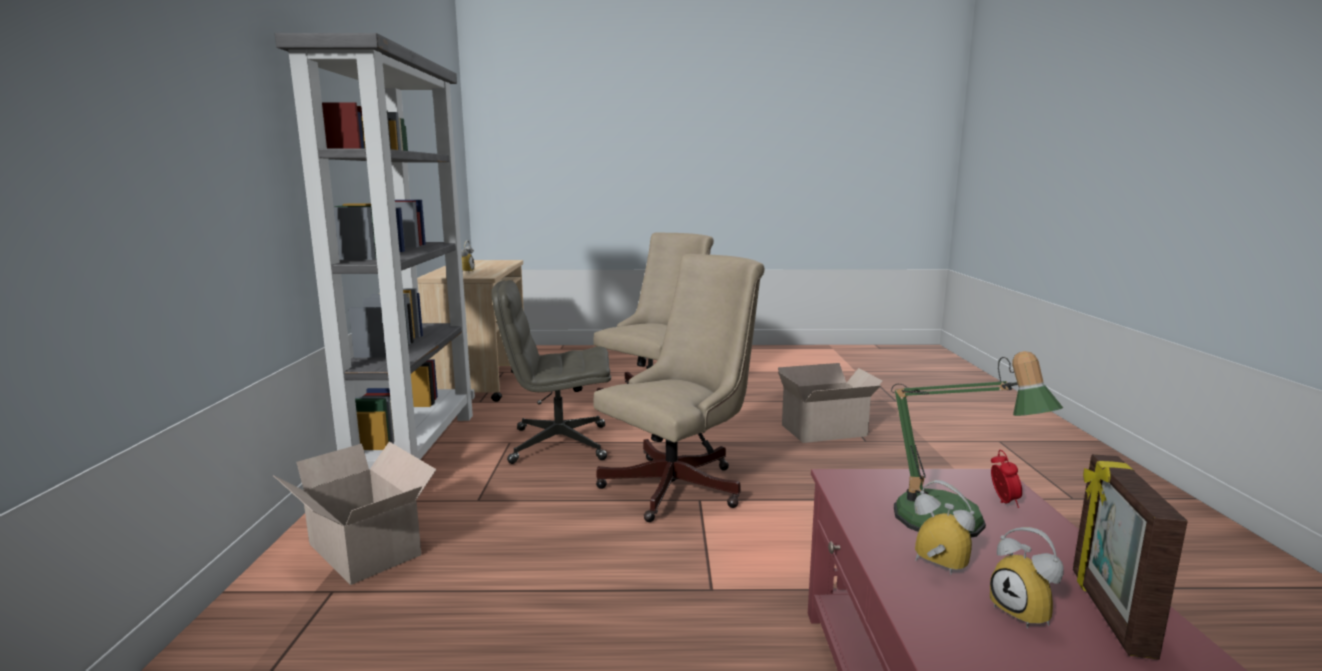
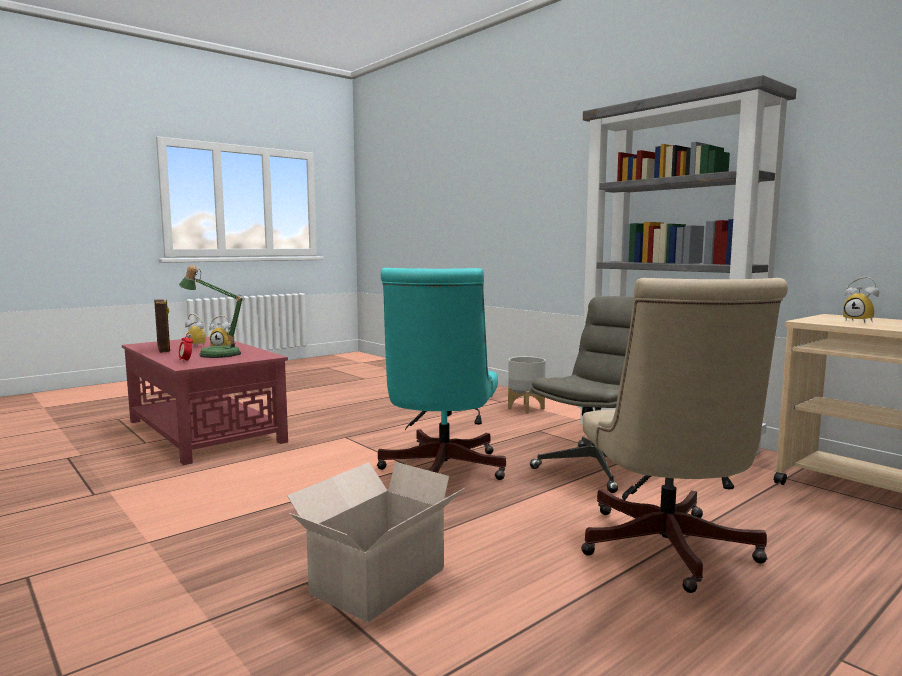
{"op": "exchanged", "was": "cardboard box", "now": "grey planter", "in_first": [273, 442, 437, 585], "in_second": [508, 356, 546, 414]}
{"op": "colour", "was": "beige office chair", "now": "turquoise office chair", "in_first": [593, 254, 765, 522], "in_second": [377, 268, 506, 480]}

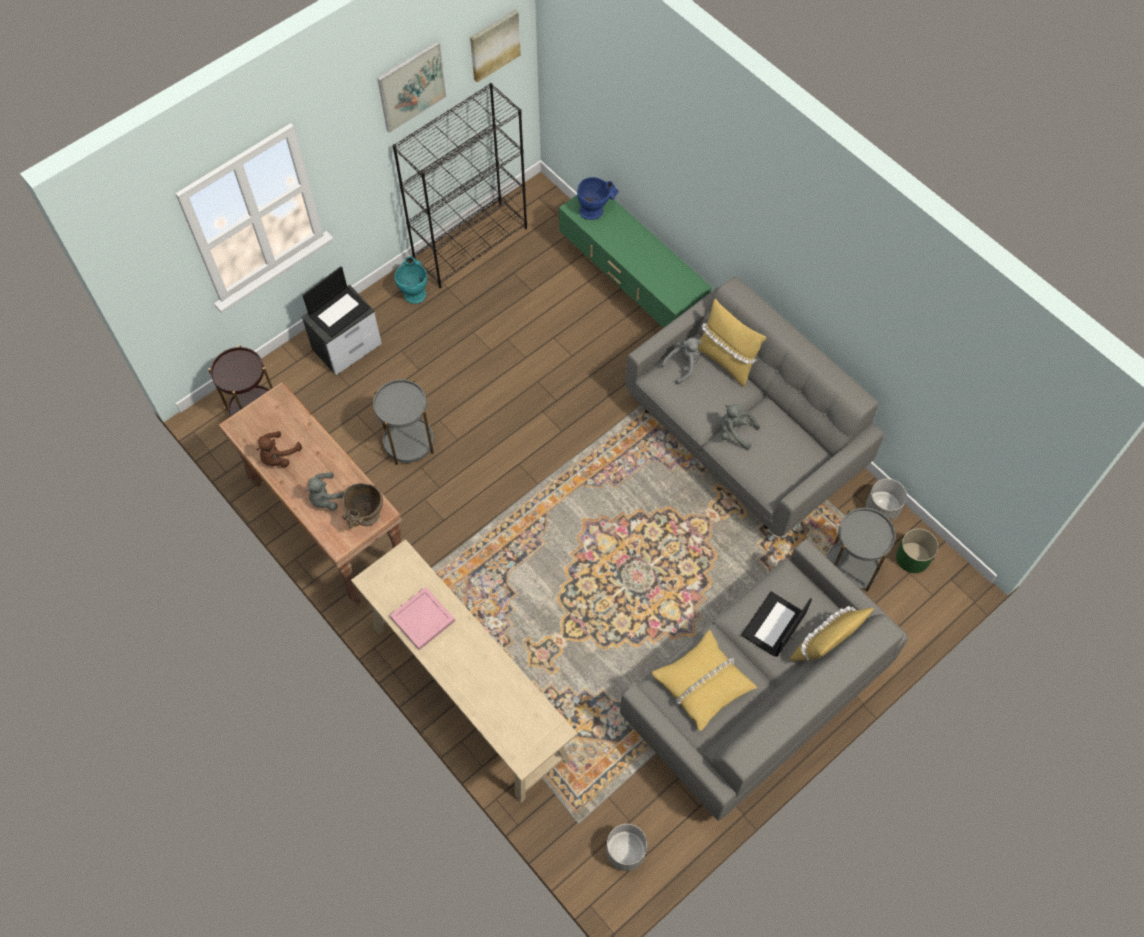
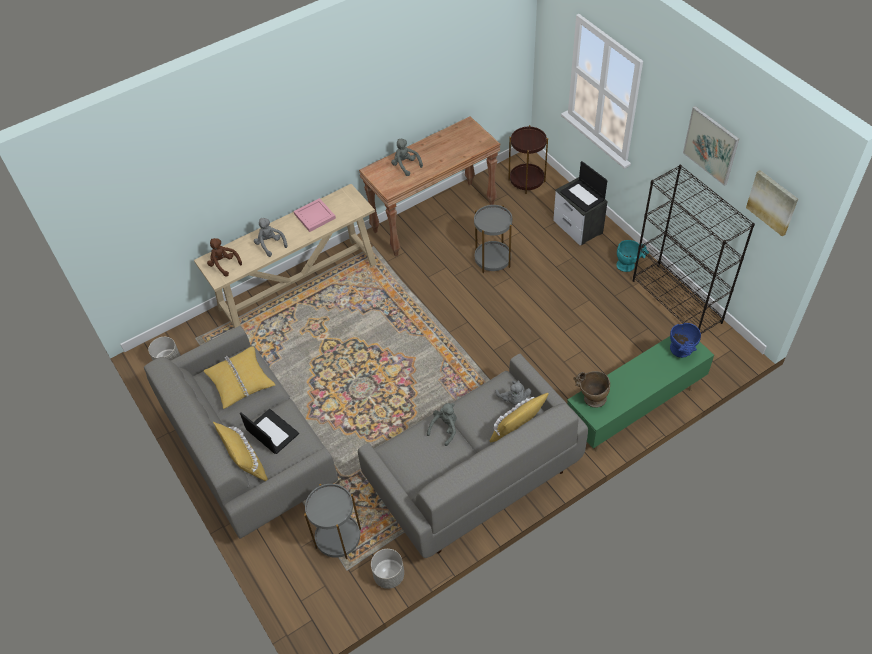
{"op": "relocated", "was": "brown plush toy", "in_first": [257, 431, 302, 467], "in_second": [207, 238, 242, 277]}
{"op": "relocated", "was": "beige vase", "in_first": [342, 483, 383, 529], "in_second": [573, 371, 610, 408]}
{"op": "missing", "was": "green planter", "in_first": [896, 528, 939, 573]}
{"op": "appeared", "now": "grey plush toy", "in_second": [254, 218, 287, 257]}

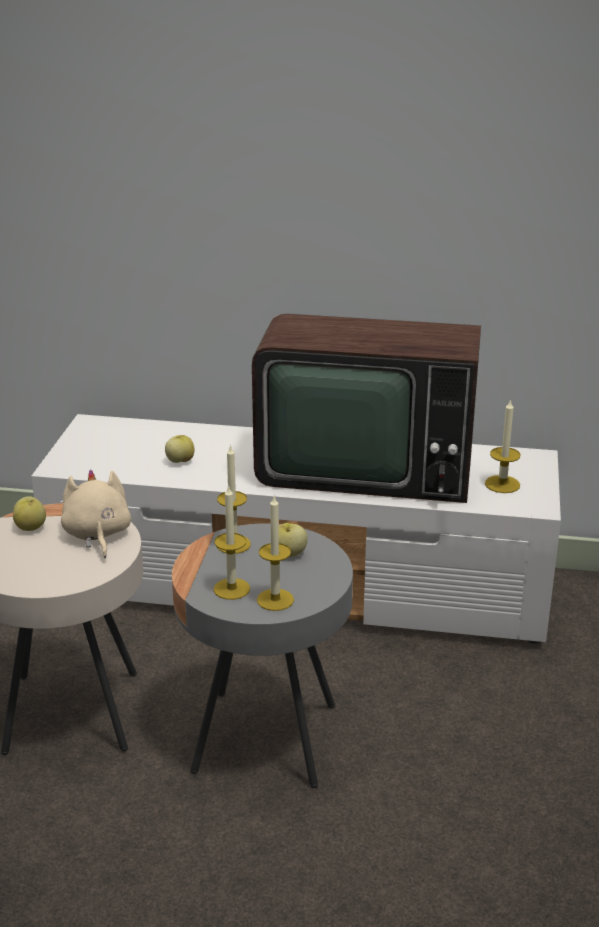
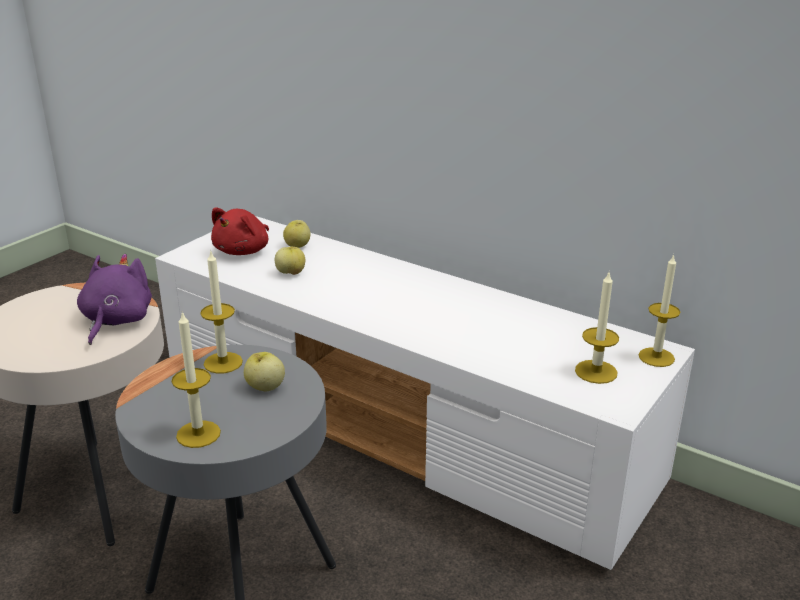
{"op": "relocated", "was": "apple", "in_first": [13, 496, 46, 531], "in_second": [283, 220, 311, 248]}
{"op": "colour", "was": "beige plush toy", "now": "purple plush toy", "in_first": [61, 470, 131, 558], "in_second": [77, 254, 152, 345]}
{"op": "relocated", "was": "candle", "in_first": [213, 485, 250, 600], "in_second": [638, 254, 680, 367]}
{"op": "missing", "was": "television", "in_first": [252, 314, 481, 503]}
{"op": "appeared", "now": "red plush toy", "in_second": [211, 207, 269, 255]}

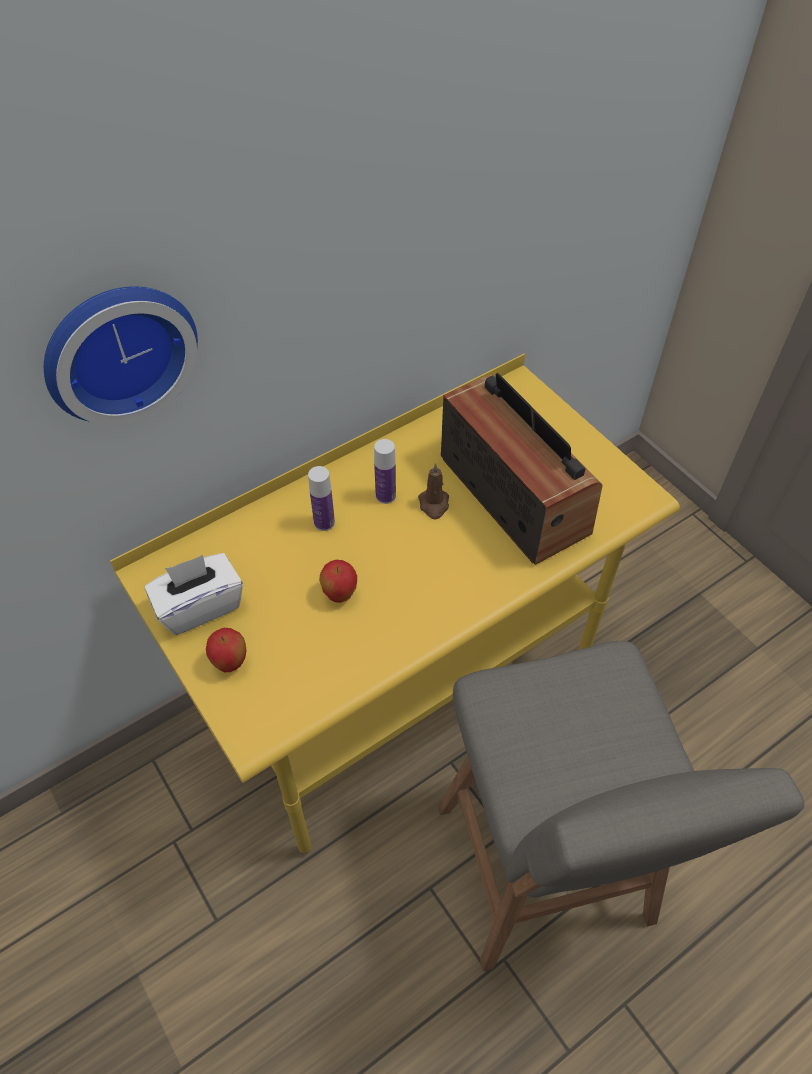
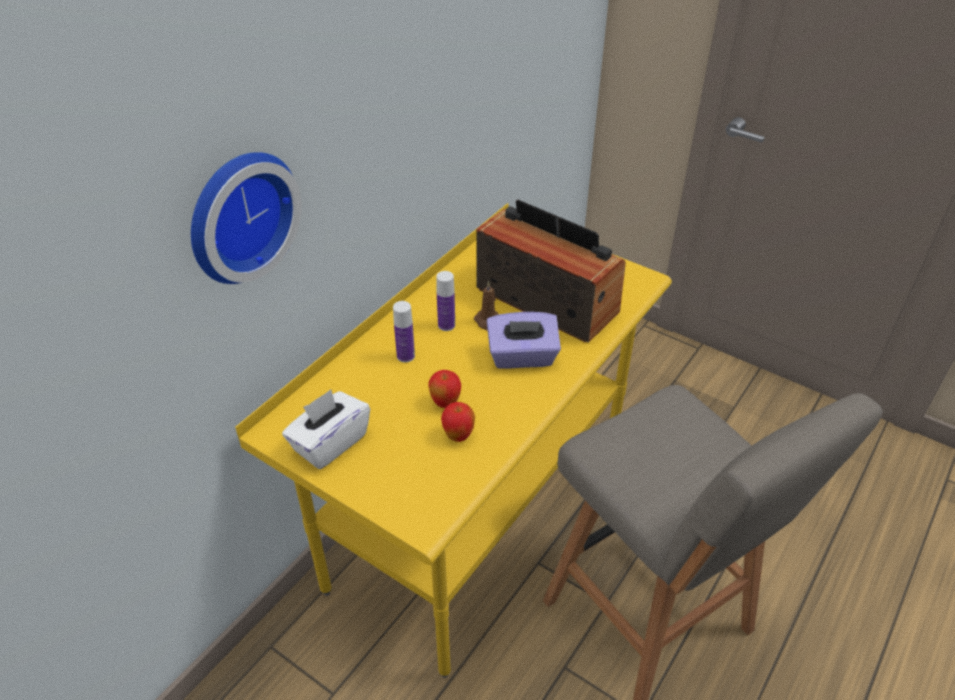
{"op": "relocated", "was": "apple", "in_first": [206, 628, 246, 672], "in_second": [441, 402, 475, 442]}
{"op": "appeared", "now": "purple tissue box", "in_second": [487, 312, 561, 369]}

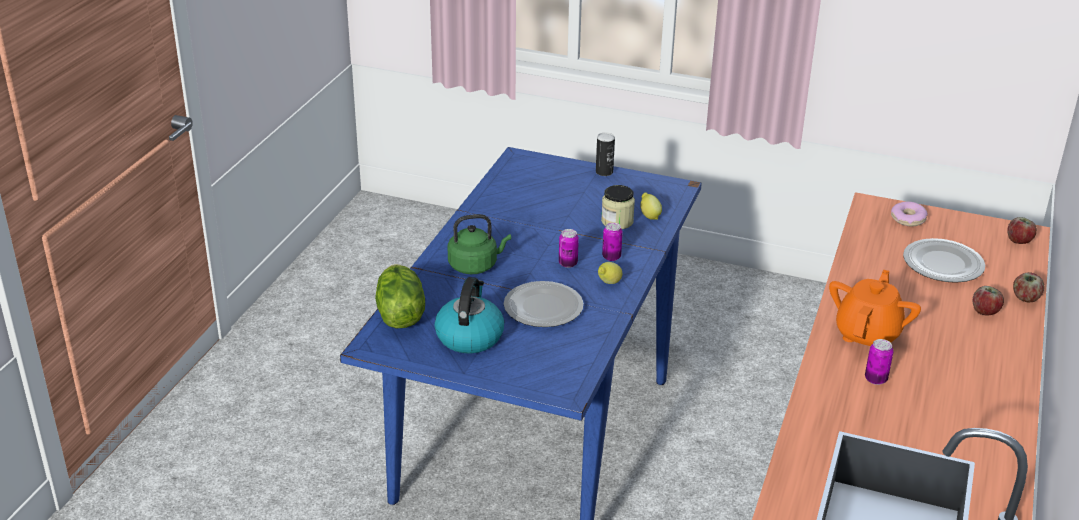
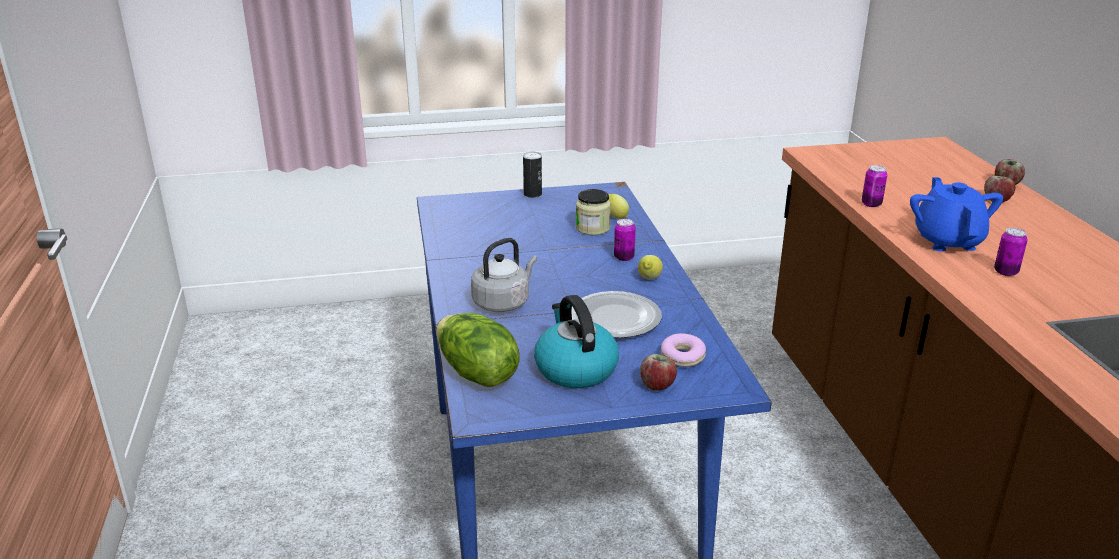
{"op": "colour", "was": "green kettle", "now": "grey kettle", "in_first": [447, 214, 511, 274], "in_second": [471, 238, 537, 312]}
{"op": "relocated", "was": "can", "in_first": [559, 229, 579, 268], "in_second": [862, 165, 887, 207]}
{"op": "colour", "was": "orange teapot", "now": "blue teapot", "in_first": [829, 270, 921, 346], "in_second": [910, 177, 1003, 251]}
{"op": "relocated", "was": "donut", "in_first": [891, 201, 928, 226], "in_second": [661, 333, 706, 367]}
{"op": "missing", "was": "plate", "in_first": [903, 238, 985, 283]}
{"op": "relocated", "was": "apple", "in_first": [1007, 217, 1037, 244], "in_second": [640, 354, 677, 390]}

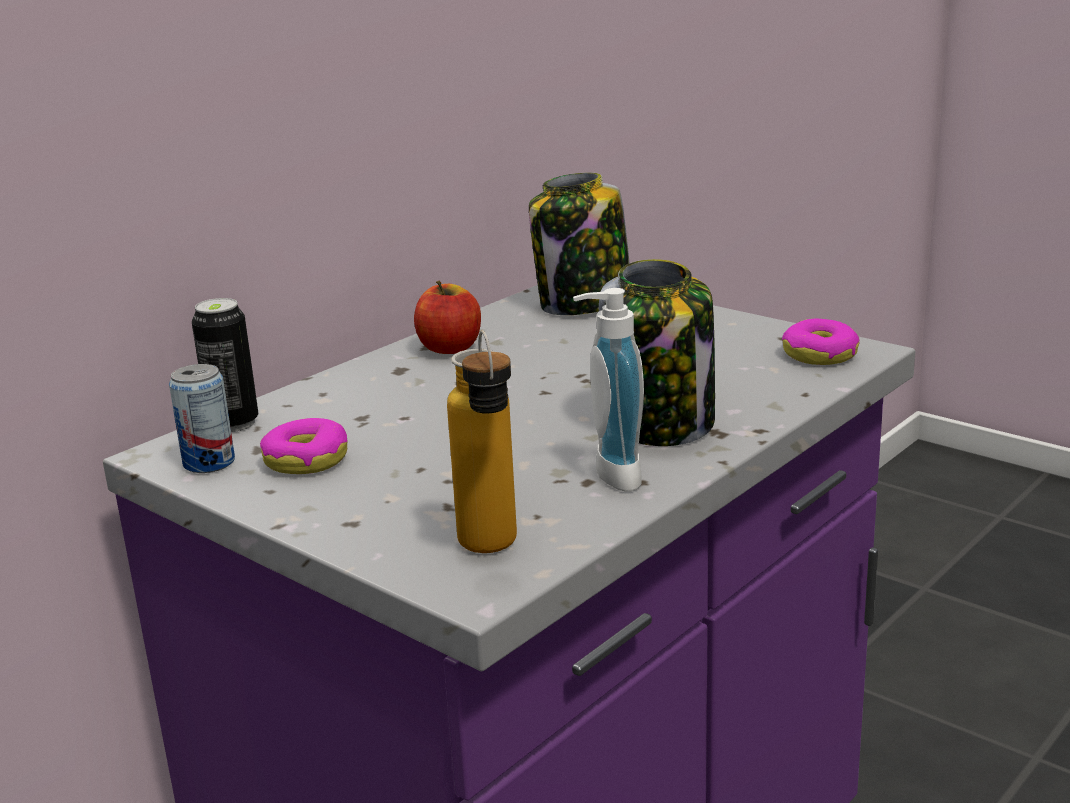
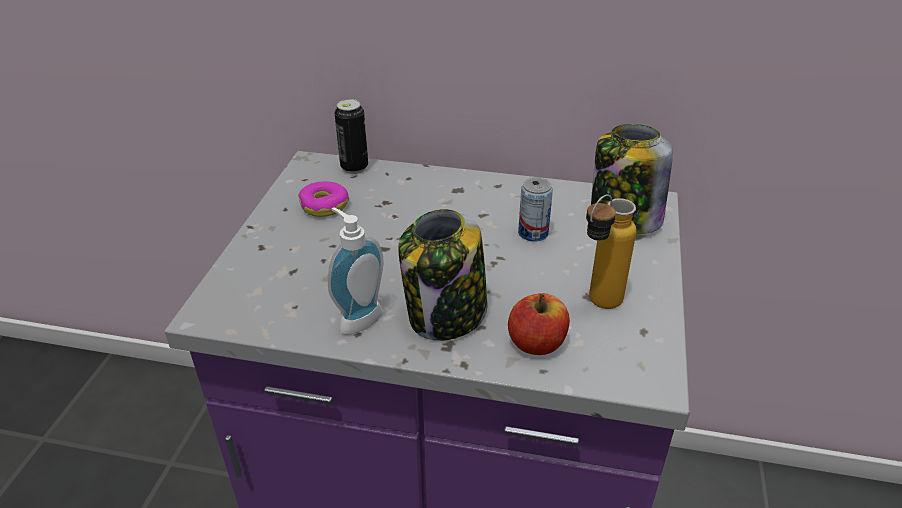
{"op": "relocated", "was": "can", "in_first": [169, 364, 235, 473], "in_second": [518, 177, 553, 242]}
{"op": "relocated", "was": "apple", "in_first": [414, 281, 481, 354], "in_second": [508, 293, 570, 355]}
{"op": "relocated", "was": "bottle", "in_first": [447, 330, 517, 553], "in_second": [586, 194, 636, 309]}
{"op": "missing", "was": "donut", "in_first": [782, 319, 860, 365]}

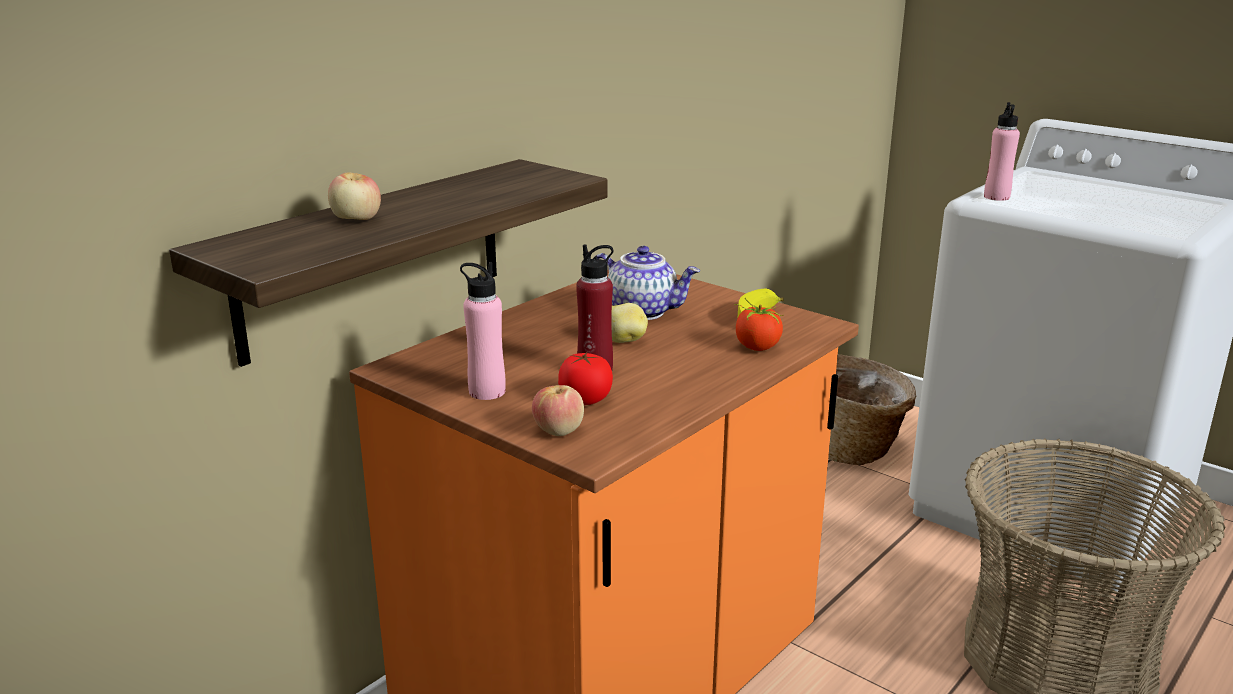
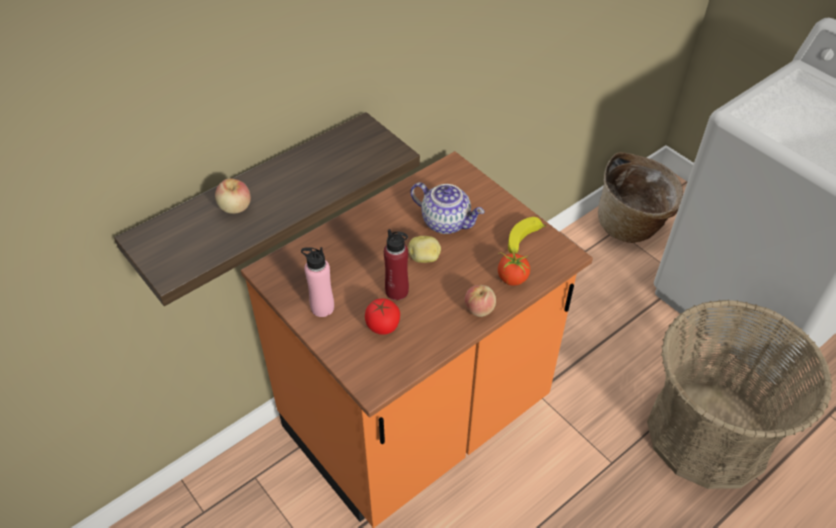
{"op": "relocated", "was": "apple", "in_first": [532, 385, 584, 436], "in_second": [465, 285, 496, 317]}
{"op": "missing", "was": "pink bottle", "in_first": [984, 102, 1020, 201]}

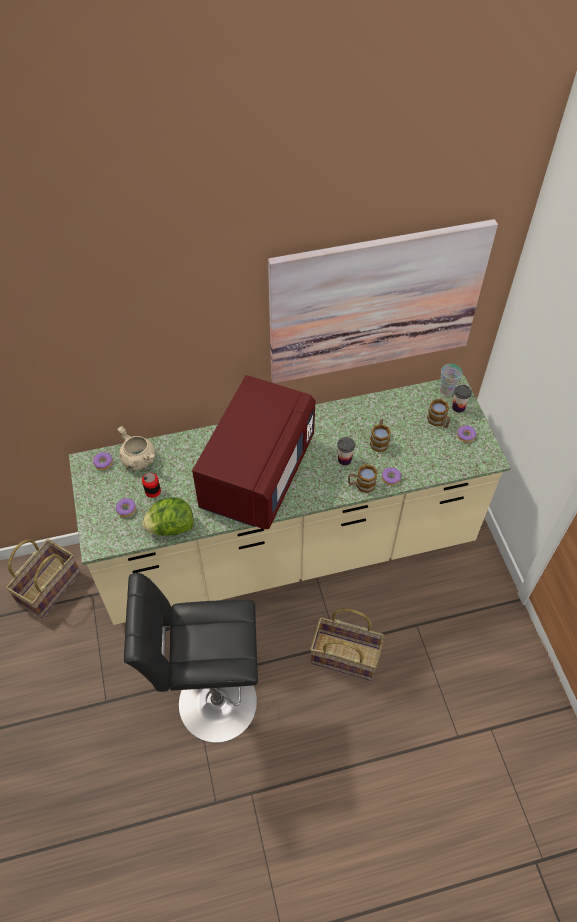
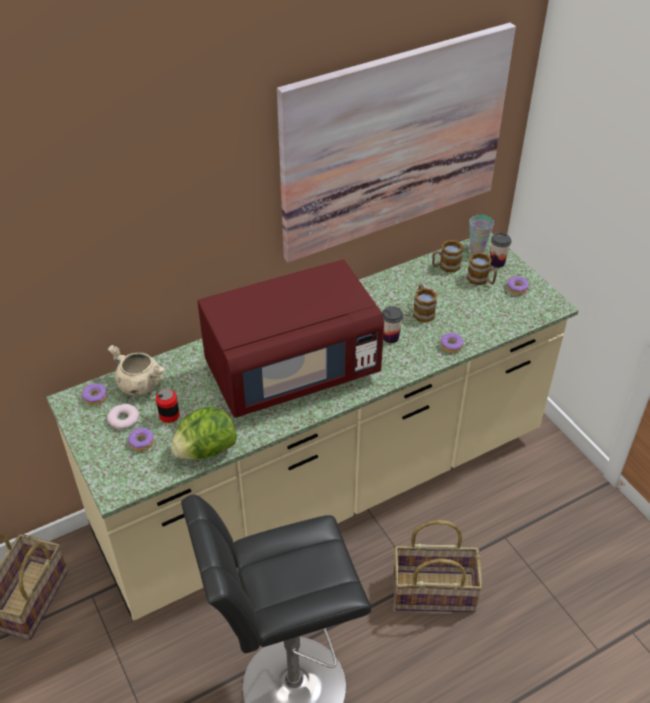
{"op": "spun", "was": "red microwave", "in_first": [192, 375, 315, 529], "in_second": [198, 260, 384, 418], "clockwise": 60}
{"op": "relocated", "was": "mug", "in_first": [348, 464, 378, 493], "in_second": [432, 240, 463, 272]}
{"op": "appeared", "now": "donut", "in_second": [107, 404, 139, 429]}

